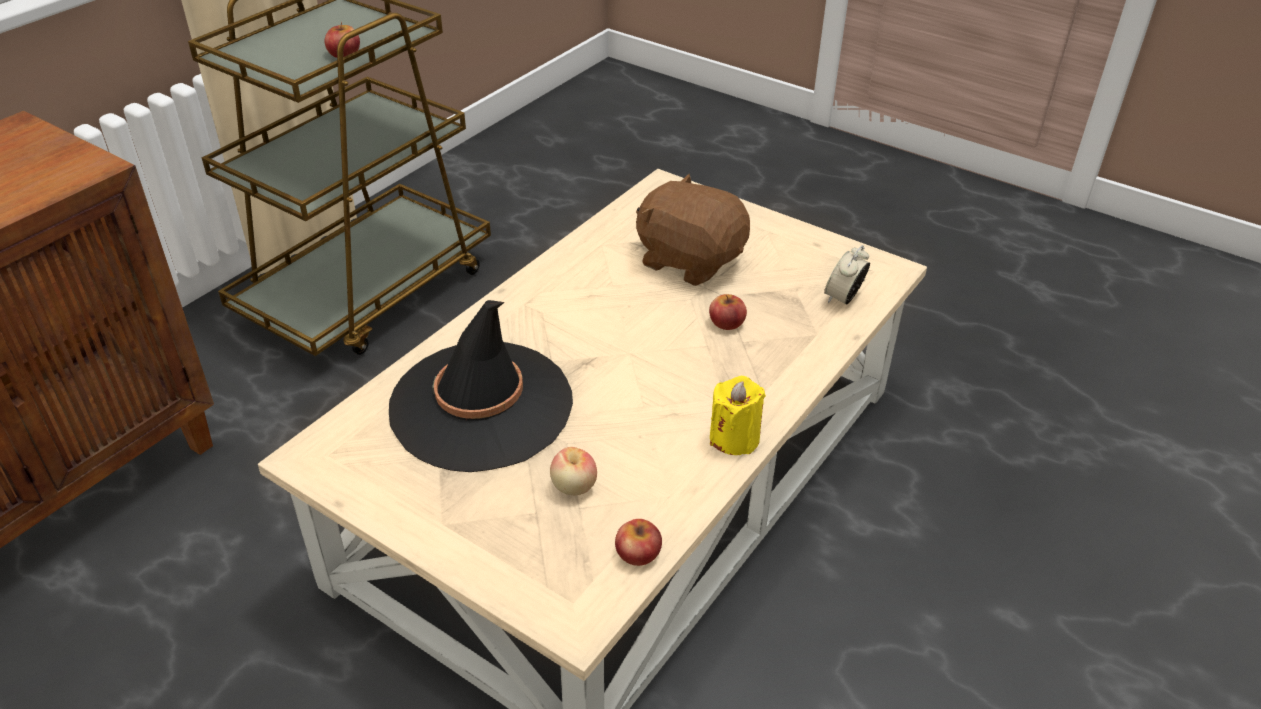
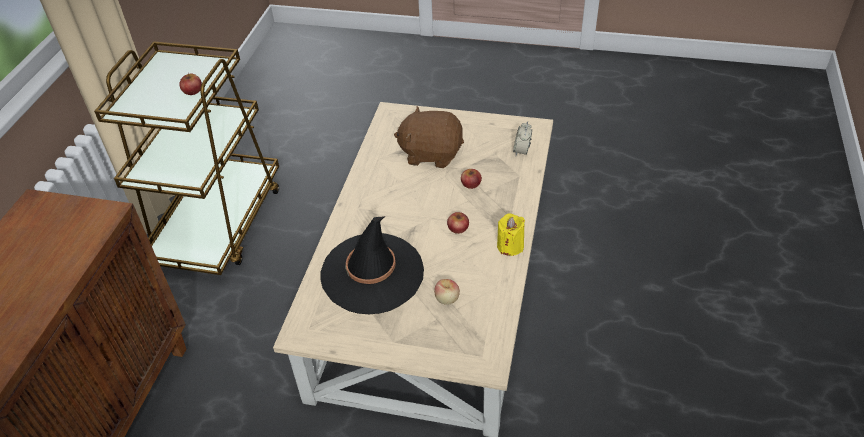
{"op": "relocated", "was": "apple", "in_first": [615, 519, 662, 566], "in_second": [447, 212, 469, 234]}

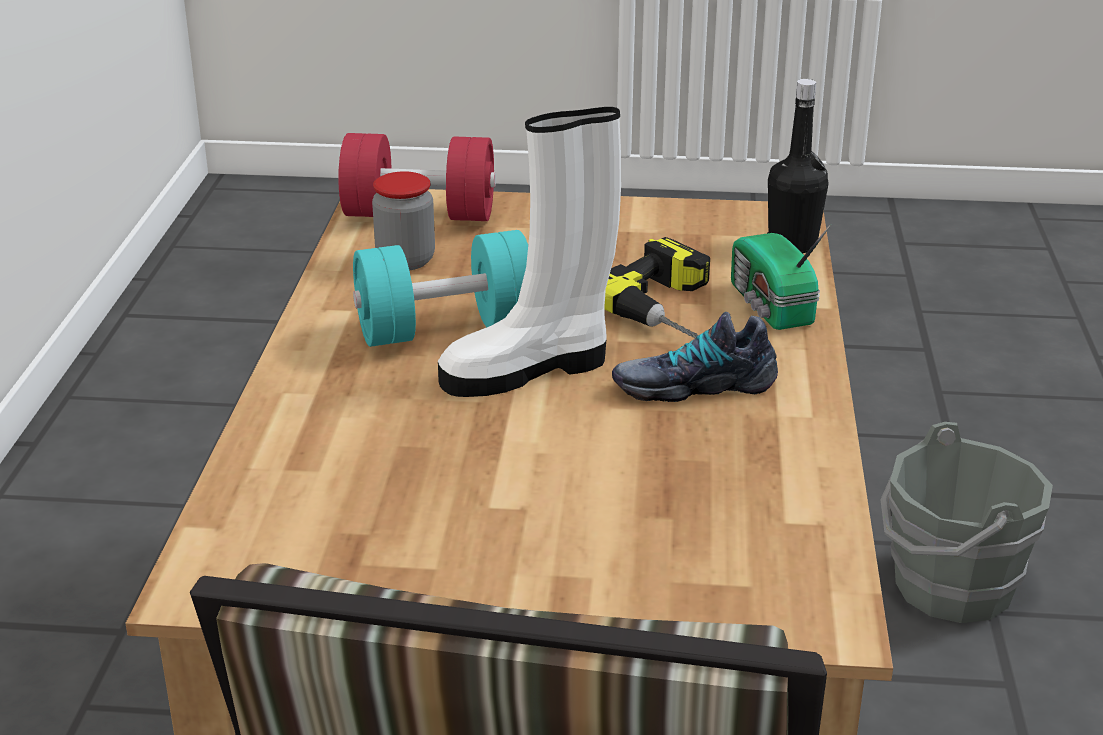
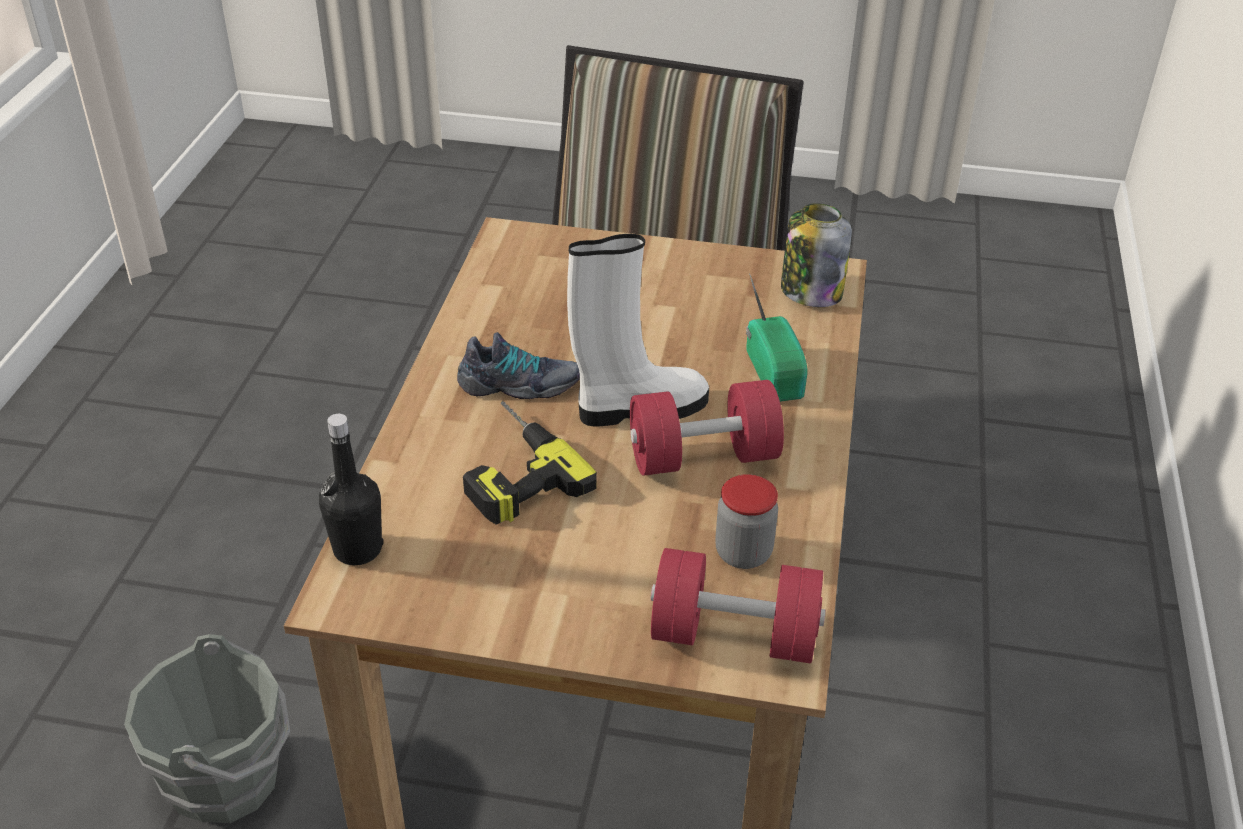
{"op": "colour", "was": "turquoise dumbbell", "now": "red dumbbell", "in_first": [353, 230, 528, 347], "in_second": [630, 380, 784, 476]}
{"op": "relocated", "was": "radio", "in_first": [731, 224, 831, 330], "in_second": [746, 273, 807, 402]}
{"op": "appeared", "now": "jar", "in_second": [781, 203, 852, 307]}

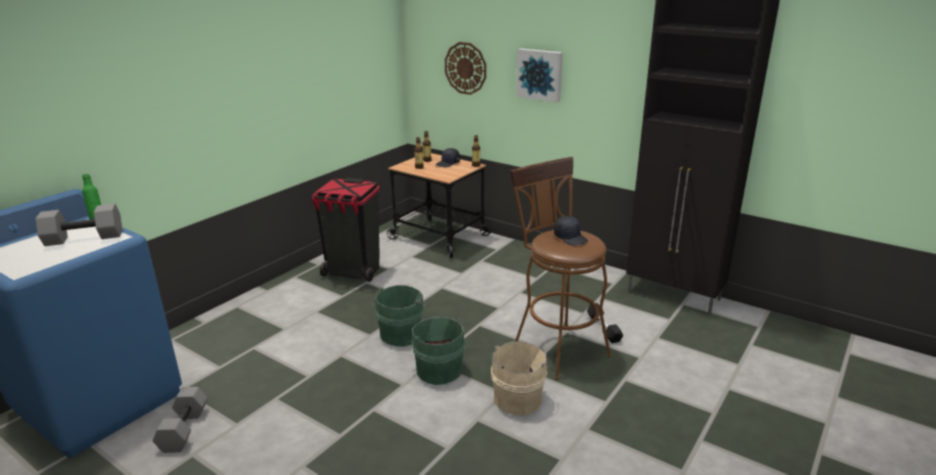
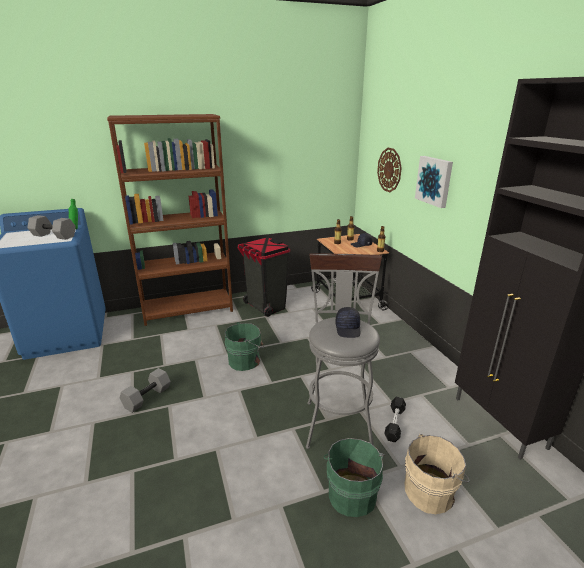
{"op": "relocated", "was": "grey dumbbell", "in_first": [153, 387, 208, 453], "in_second": [120, 368, 171, 413]}
{"op": "relocated", "was": "green bucket", "in_first": [407, 317, 465, 385], "in_second": [323, 438, 384, 517]}
{"op": "relocated", "was": "beige bucket", "in_first": [491, 341, 552, 416], "in_second": [404, 434, 470, 514]}
{"op": "colour", "was": "brown stool", "now": "grey stool", "in_first": [510, 157, 612, 380], "in_second": [306, 254, 382, 449]}
{"op": "appeared", "now": "brown bookcase", "in_second": [107, 114, 233, 326]}

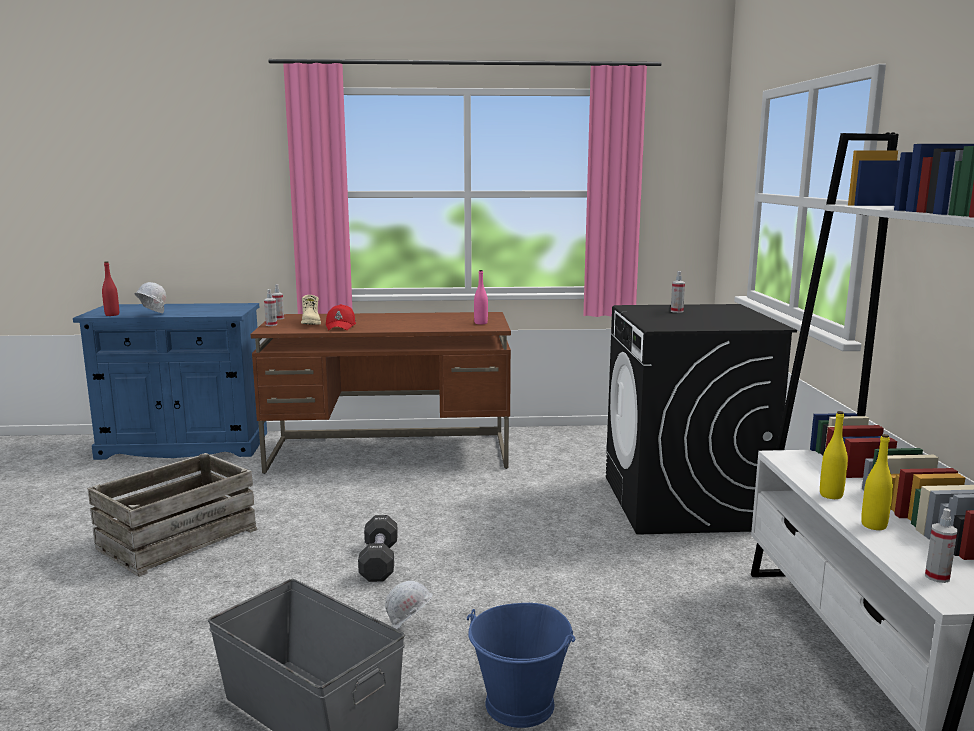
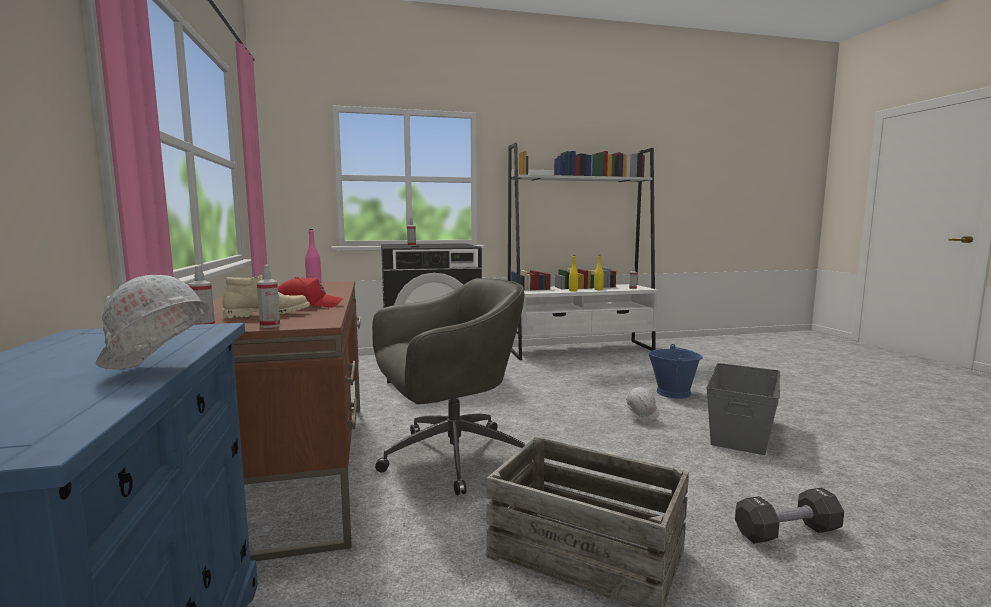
{"op": "missing", "was": "red bottle", "in_first": [102, 261, 119, 316]}
{"op": "relocated", "was": "black dumbbell", "in_first": [358, 515, 398, 582], "in_second": [735, 488, 844, 544]}
{"op": "appeared", "now": "grey office chair", "in_second": [372, 278, 532, 495]}

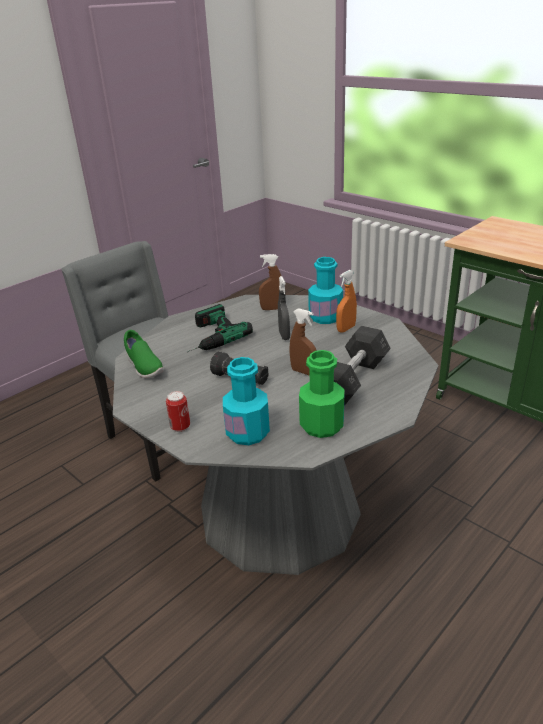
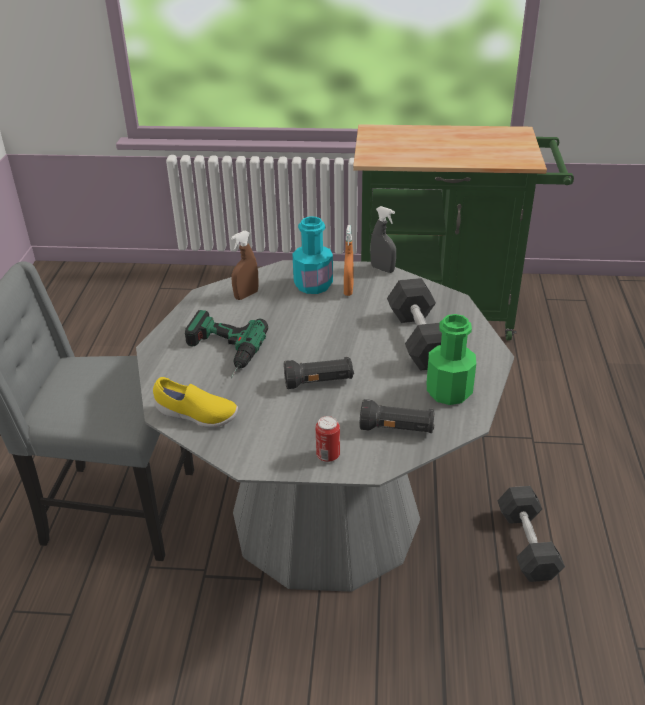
{"op": "colour", "was": "green shoe", "now": "yellow shoe", "in_first": [124, 330, 164, 378], "in_second": [153, 377, 238, 428]}
{"op": "exchanged", "was": "turquoise bottle", "now": "black flashlight", "in_first": [223, 357, 270, 445], "in_second": [359, 399, 435, 433]}
{"op": "relocated", "was": "grey spray bottle", "in_first": [278, 276, 290, 340], "in_second": [370, 206, 396, 273]}
{"op": "missing", "was": "brown spray bottle", "in_first": [290, 308, 317, 375]}
{"op": "appeared", "now": "grey dumbbell", "in_second": [497, 486, 565, 582]}

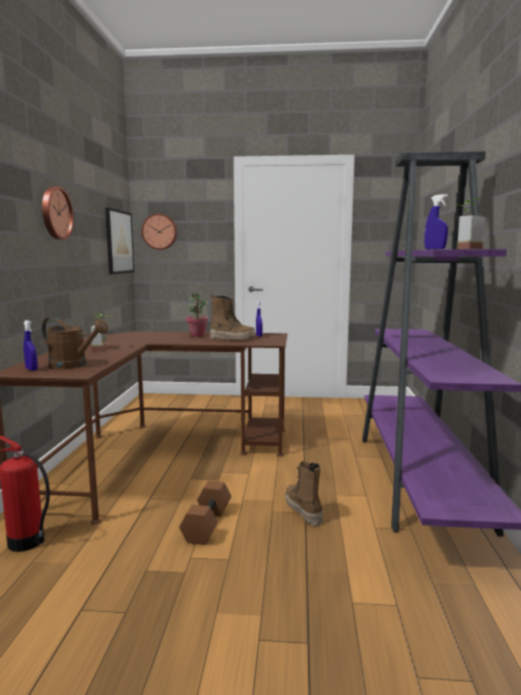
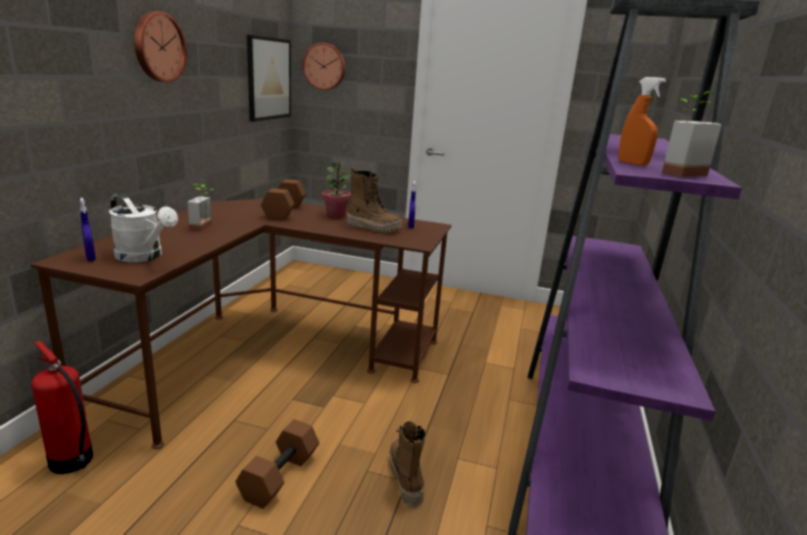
{"op": "colour", "was": "brown watering can", "now": "white watering can", "in_first": [42, 317, 108, 369], "in_second": [109, 193, 178, 262]}
{"op": "colour", "was": "blue spray bottle", "now": "orange spray bottle", "in_first": [424, 194, 448, 249], "in_second": [618, 77, 666, 166]}
{"op": "appeared", "now": "brown dumbbell", "in_second": [261, 179, 306, 221]}

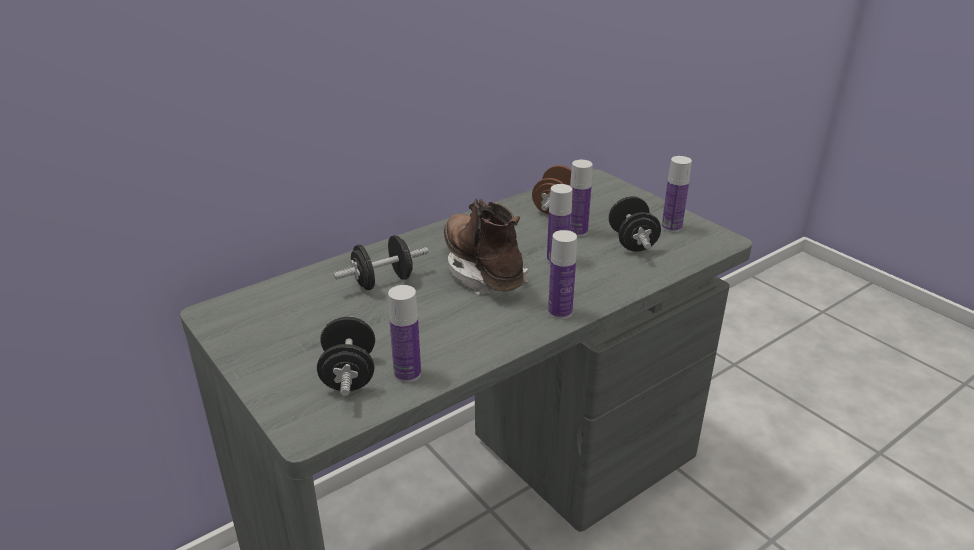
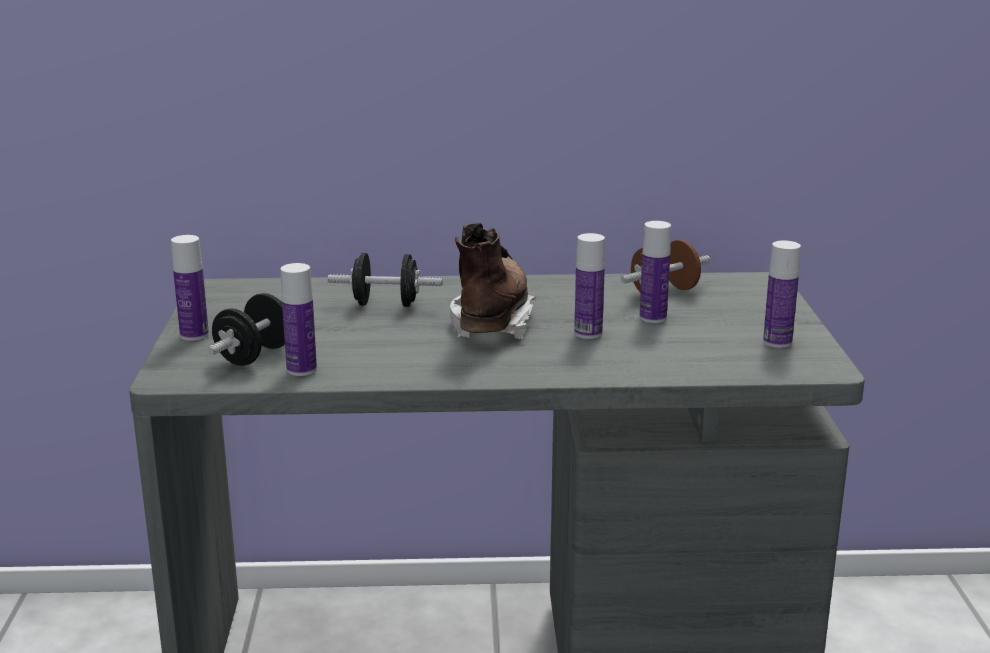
{"op": "relocated", "was": "bottle", "in_first": [548, 230, 577, 319], "in_second": [171, 235, 209, 341]}
{"op": "missing", "was": "black dumbbell", "in_first": [609, 196, 661, 251]}

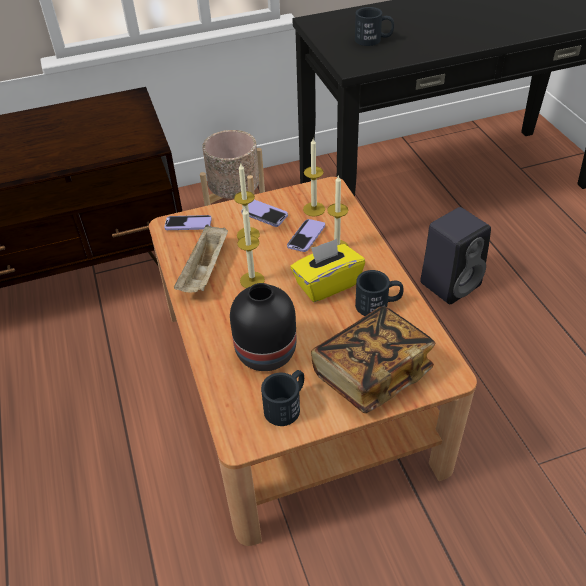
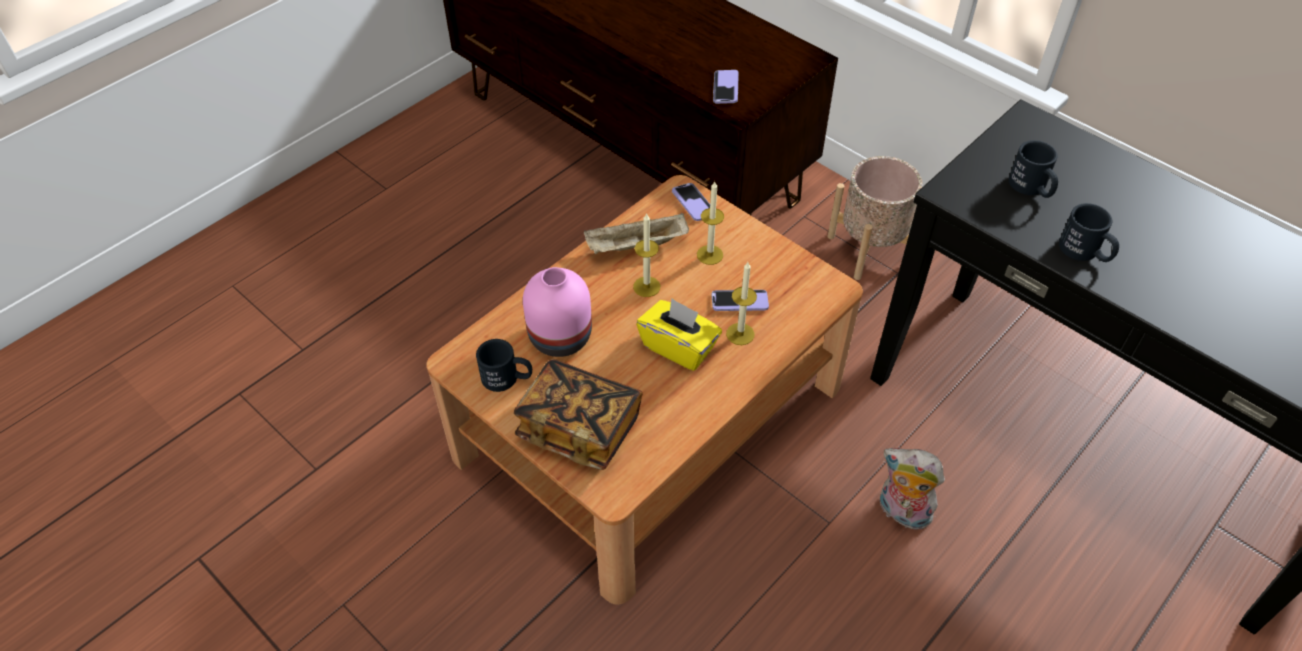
{"op": "colour", "was": "black vase", "now": "pink vase", "in_first": [230, 283, 296, 371], "in_second": [523, 267, 592, 357]}
{"op": "relocated", "was": "phone", "in_first": [241, 200, 288, 227], "in_second": [713, 70, 739, 104]}
{"op": "missing", "was": "candle", "in_first": [303, 138, 325, 217]}
{"op": "relocated", "was": "black mug", "in_first": [355, 270, 404, 316], "in_second": [1059, 203, 1119, 262]}
{"op": "exchanged", "was": "black speaker", "now": "plush toy", "in_first": [420, 207, 491, 304], "in_second": [880, 448, 945, 531]}

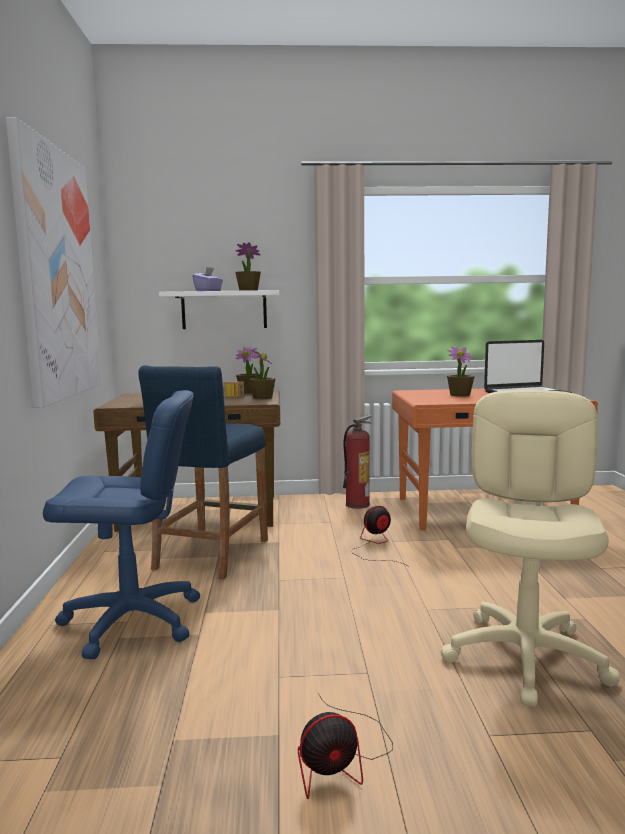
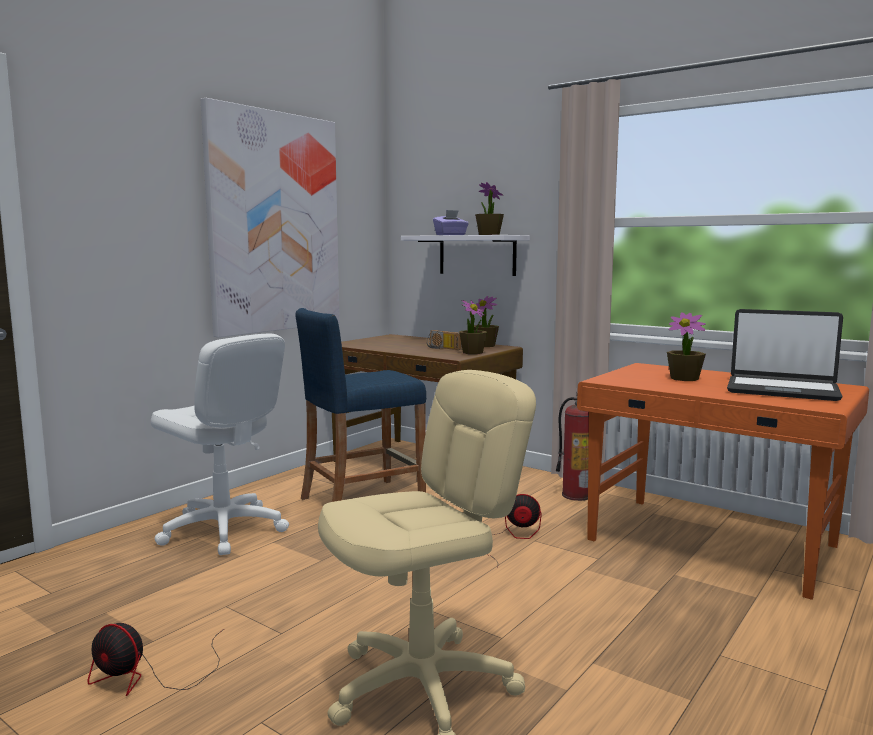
{"op": "colour", "was": "blue office chair", "now": "white office chair", "in_first": [43, 390, 200, 659], "in_second": [151, 333, 289, 555]}

